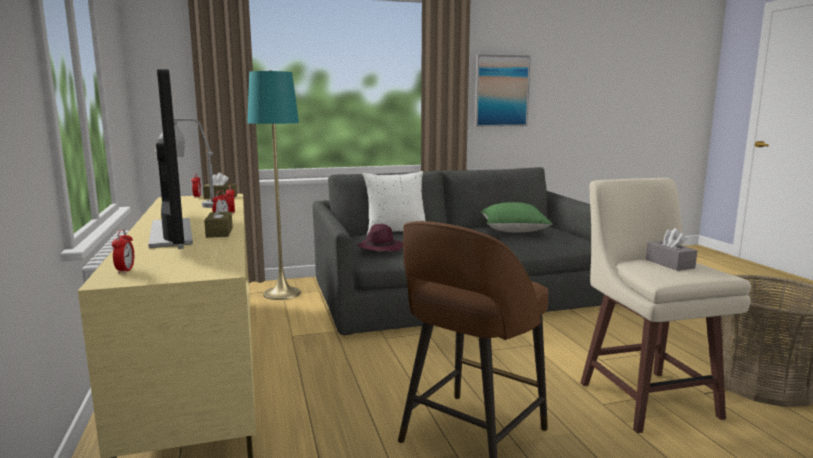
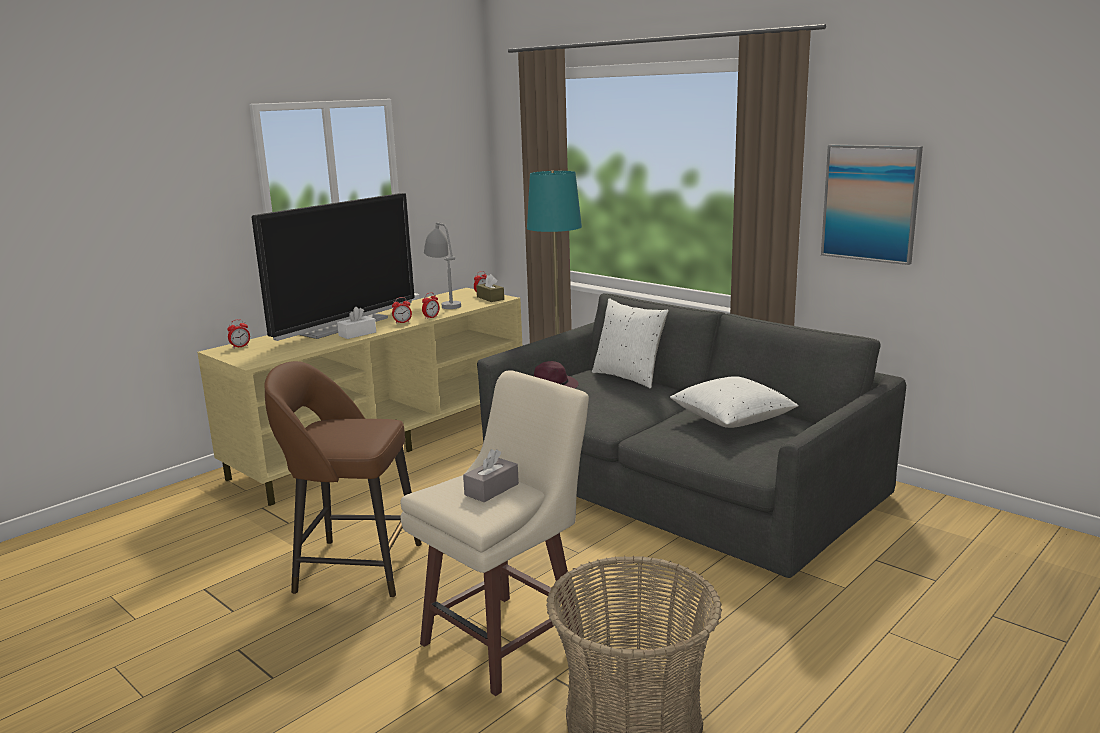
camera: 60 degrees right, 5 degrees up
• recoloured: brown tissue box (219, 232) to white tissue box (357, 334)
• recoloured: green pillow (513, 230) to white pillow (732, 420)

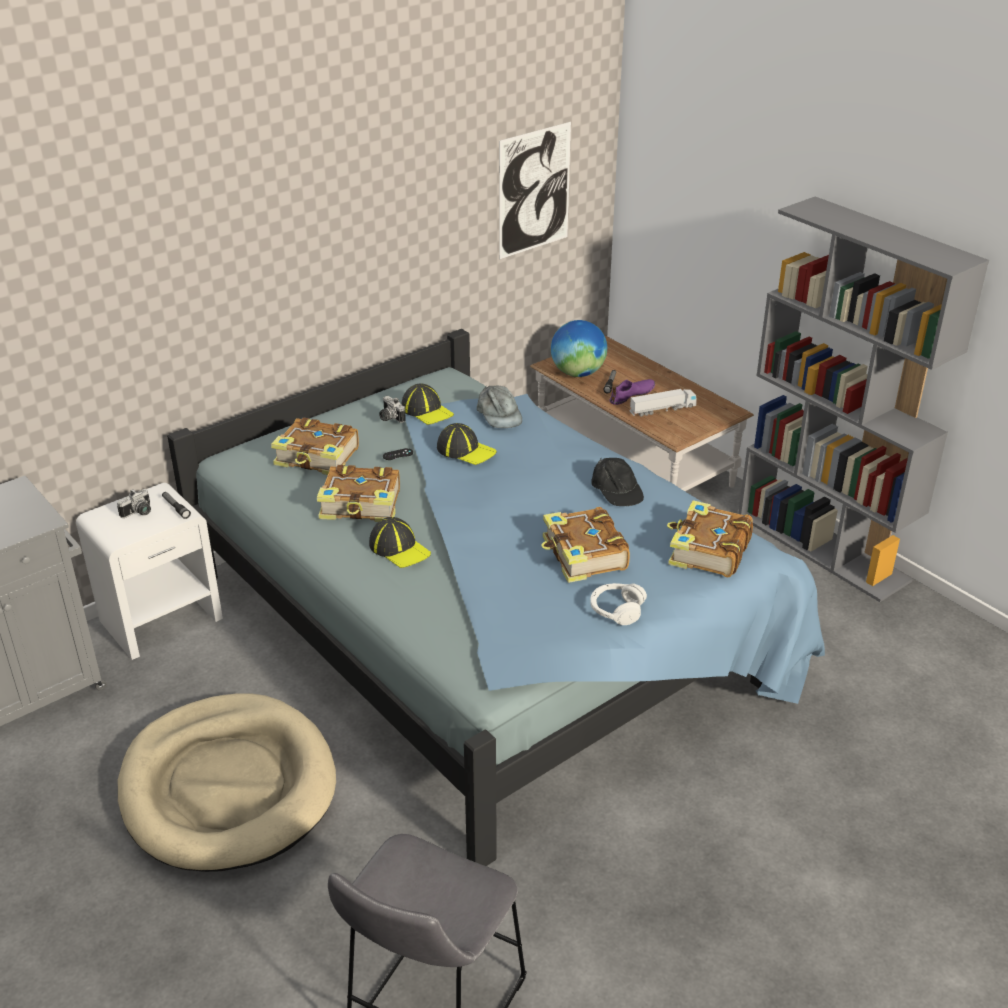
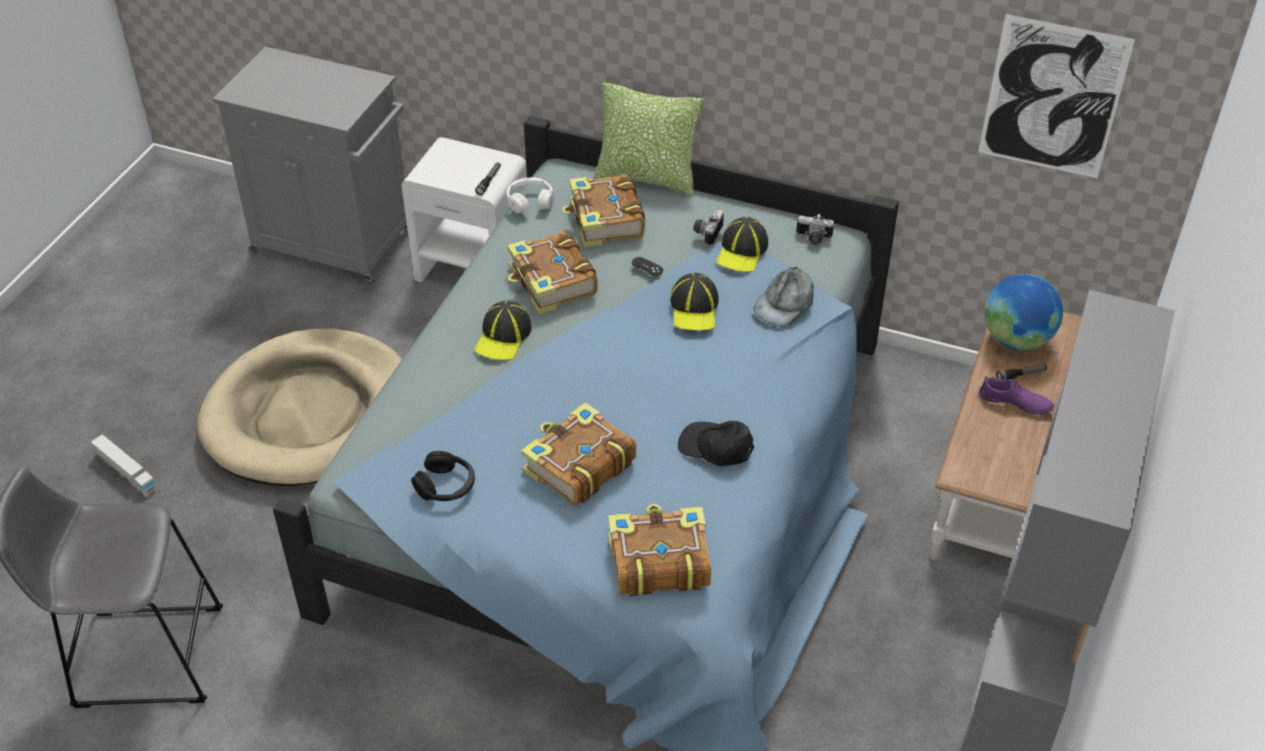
camera: 60 degrees right, 10 degrees up
• moved: toy truck (662, 409) to (126, 473)
• added: black headphones (446, 486)
• moved: white headphones (616, 610) to (530, 201)
• added: pillow (647, 177)
• turned: black cap (616, 489) = (716, 446) 75 degrees clockwise
• moved: photo camera (139, 513) to (813, 238)

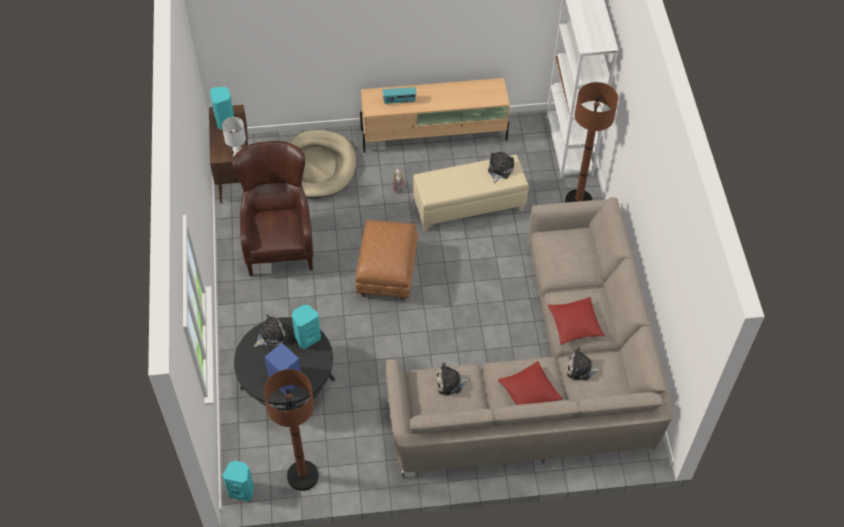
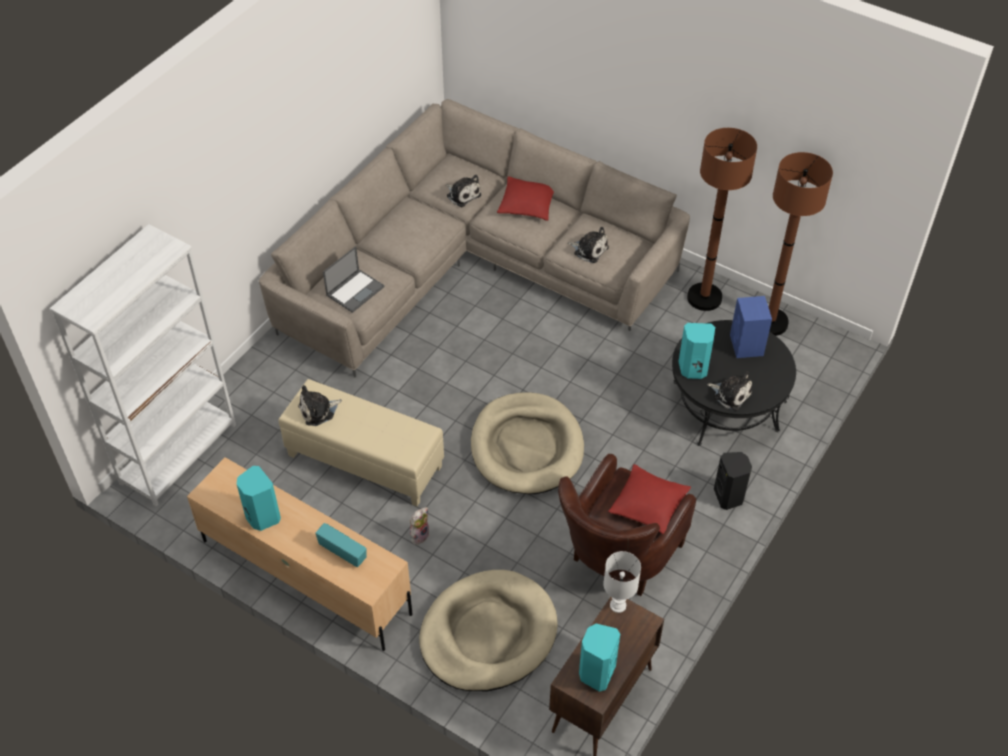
camera: 140 degrees left, 5 degrees down
• moved: turquoise speaker (242, 490) to (262, 517)
• added: laptop (355, 290)
• replaced: brown ottoman (387, 274) to beige dog bed (526, 447)
• moved: red pillow (575, 324) to (648, 505)
• moved: brown floor lamp (578, 201) to (704, 298)
• turned: plush toy (270, 335) = (730, 394) 150 degrees counterclockwise
• added: black speaker (729, 496)

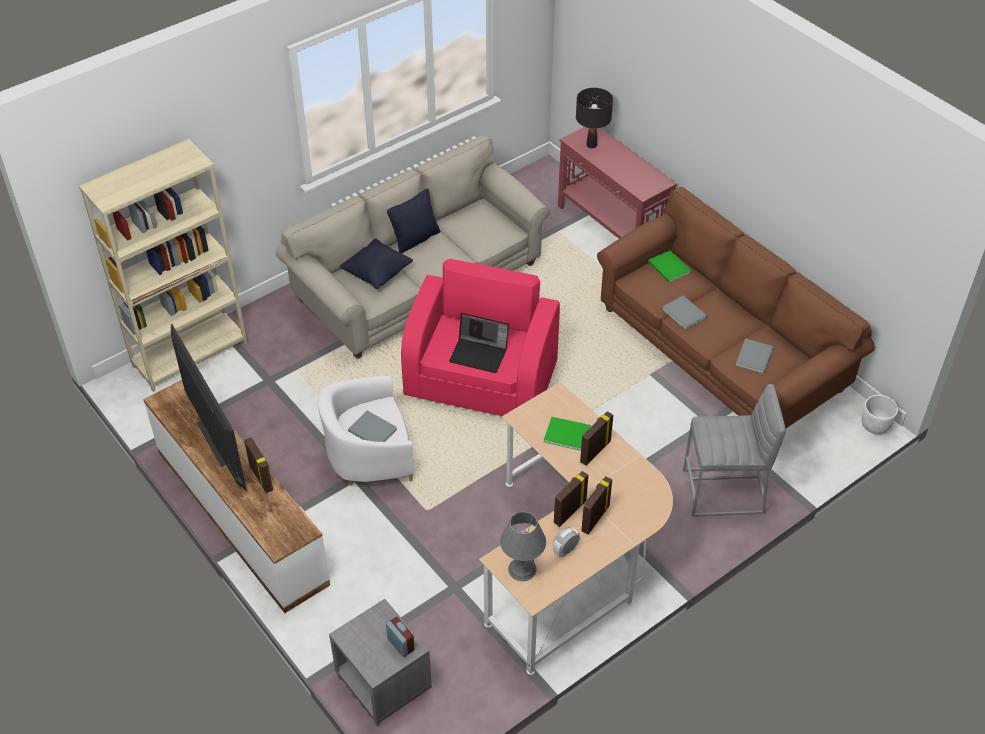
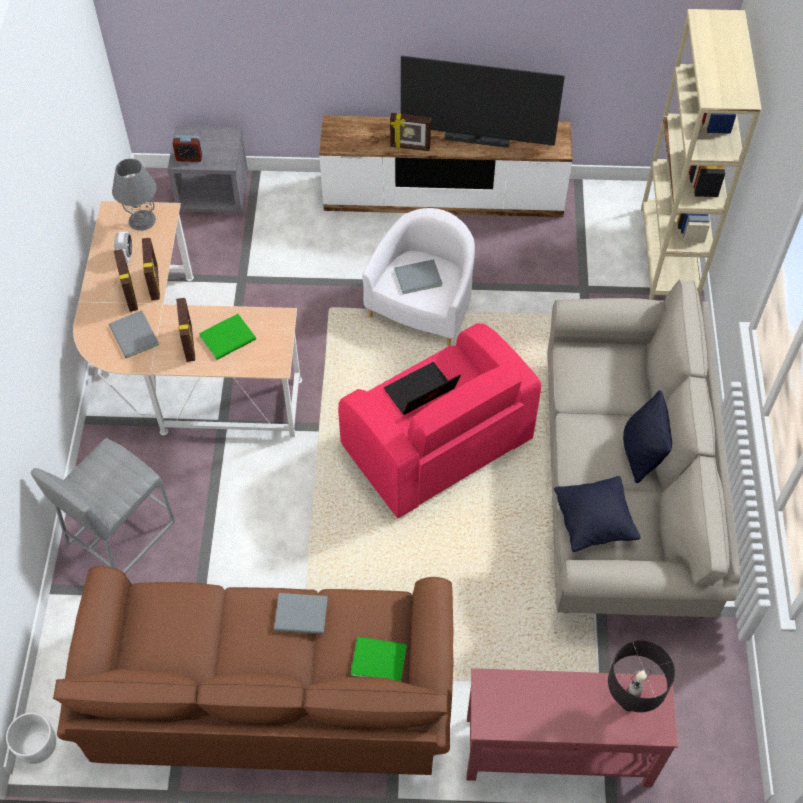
camera: 130 degrees right, 10 degrees up
• moved: grey book (755, 356) to (133, 337)
• moved: black pillow (377, 274) to (594, 522)

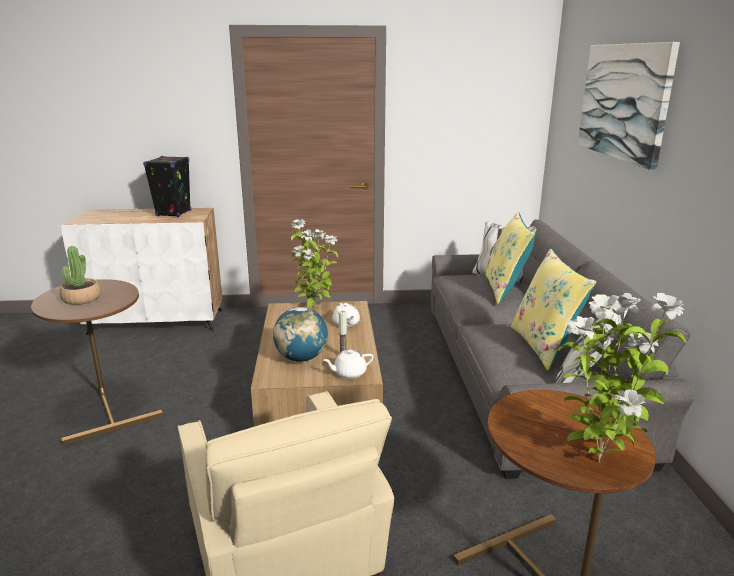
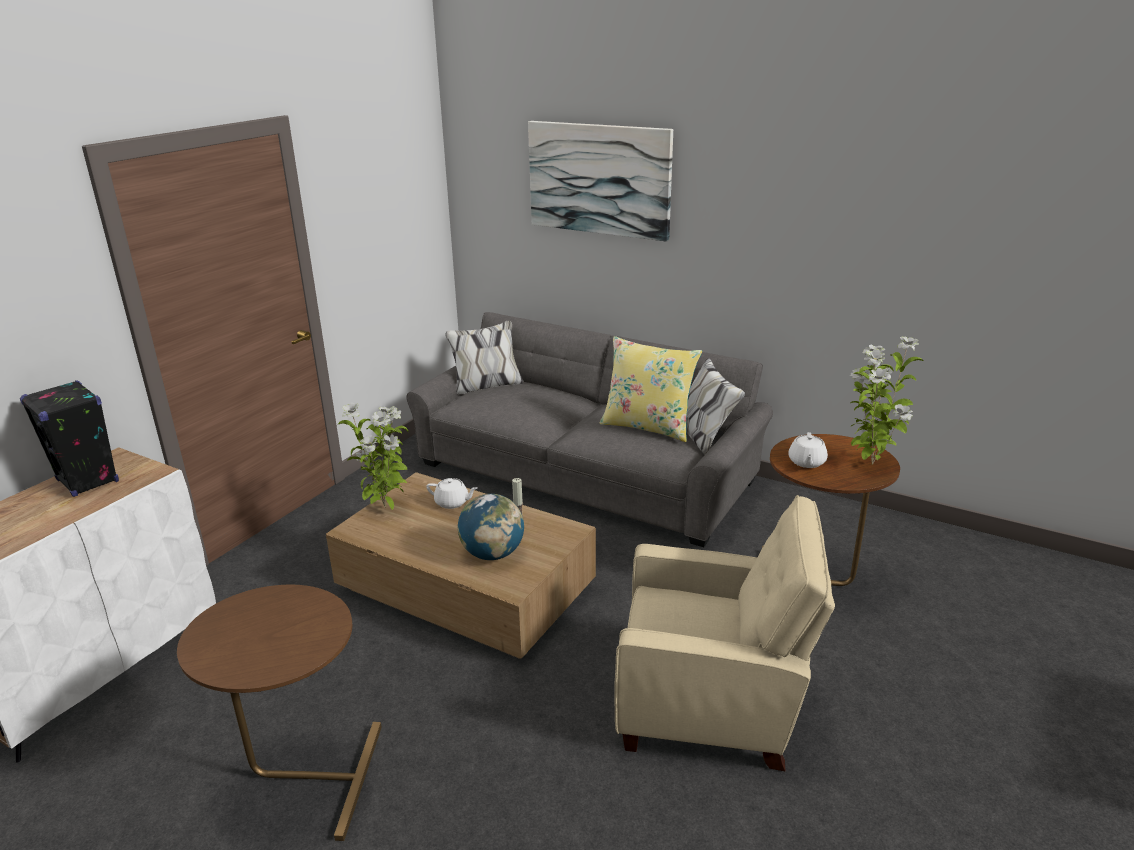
camera: 55 degrees left, 5 degrees up
• moved: white teapot (349, 373) to (806, 462)
• removed: potted plant (81, 299)
• removed: yellow pillow (505, 289)

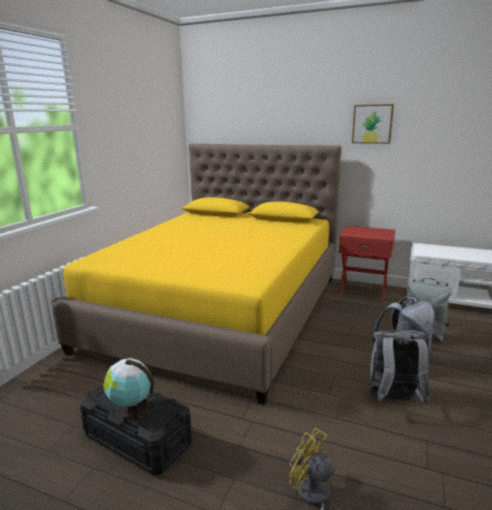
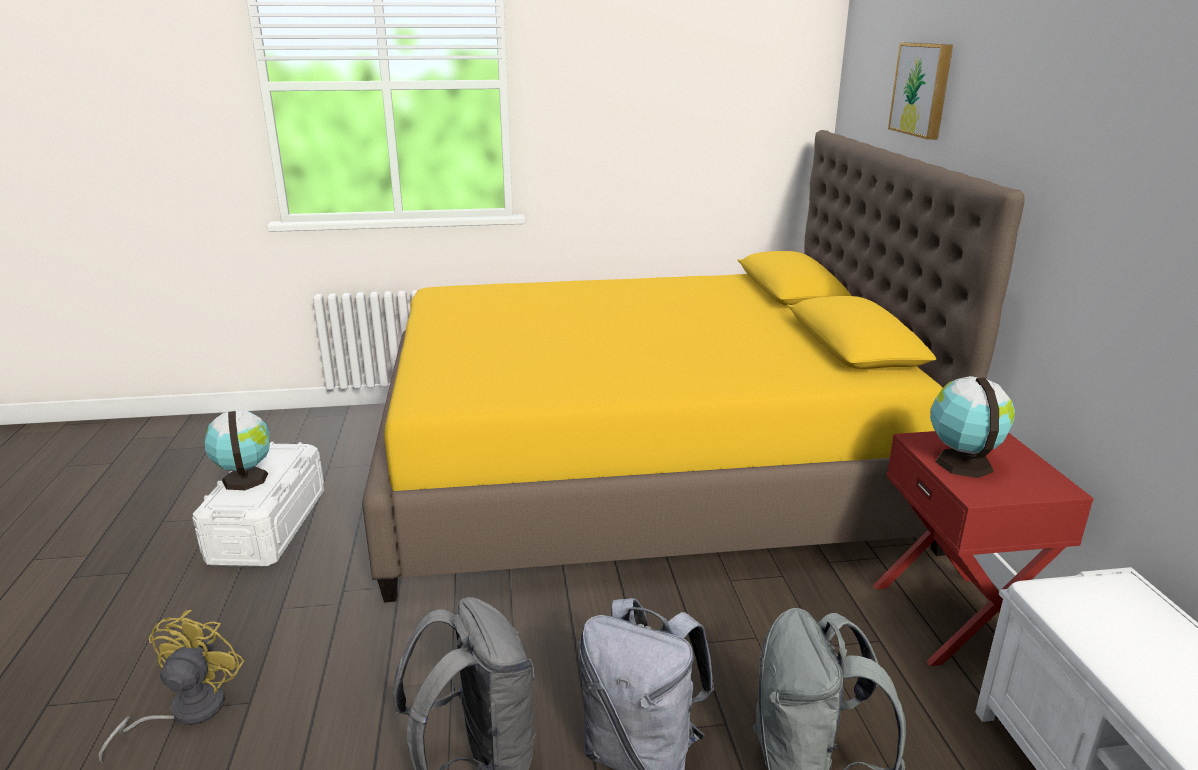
camera: 60 degrees right, 5 degrees up
• recoloured: black storage box (138, 439) to white storage box (268, 526)
• moved: picture (372, 124) to (923, 89)
• added: globe (962, 462)

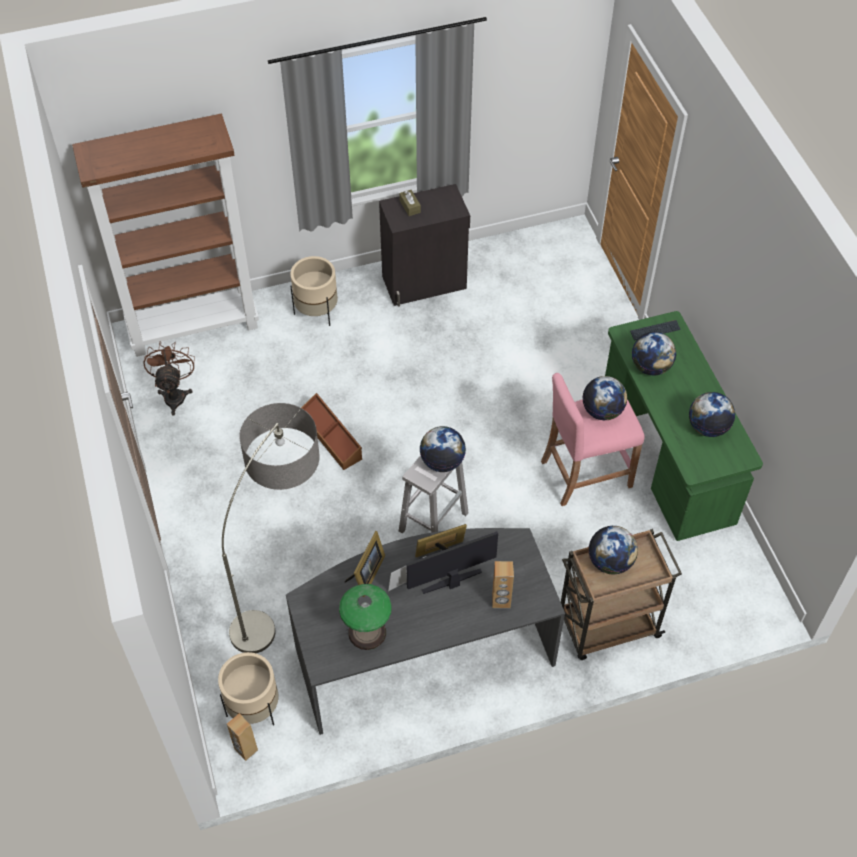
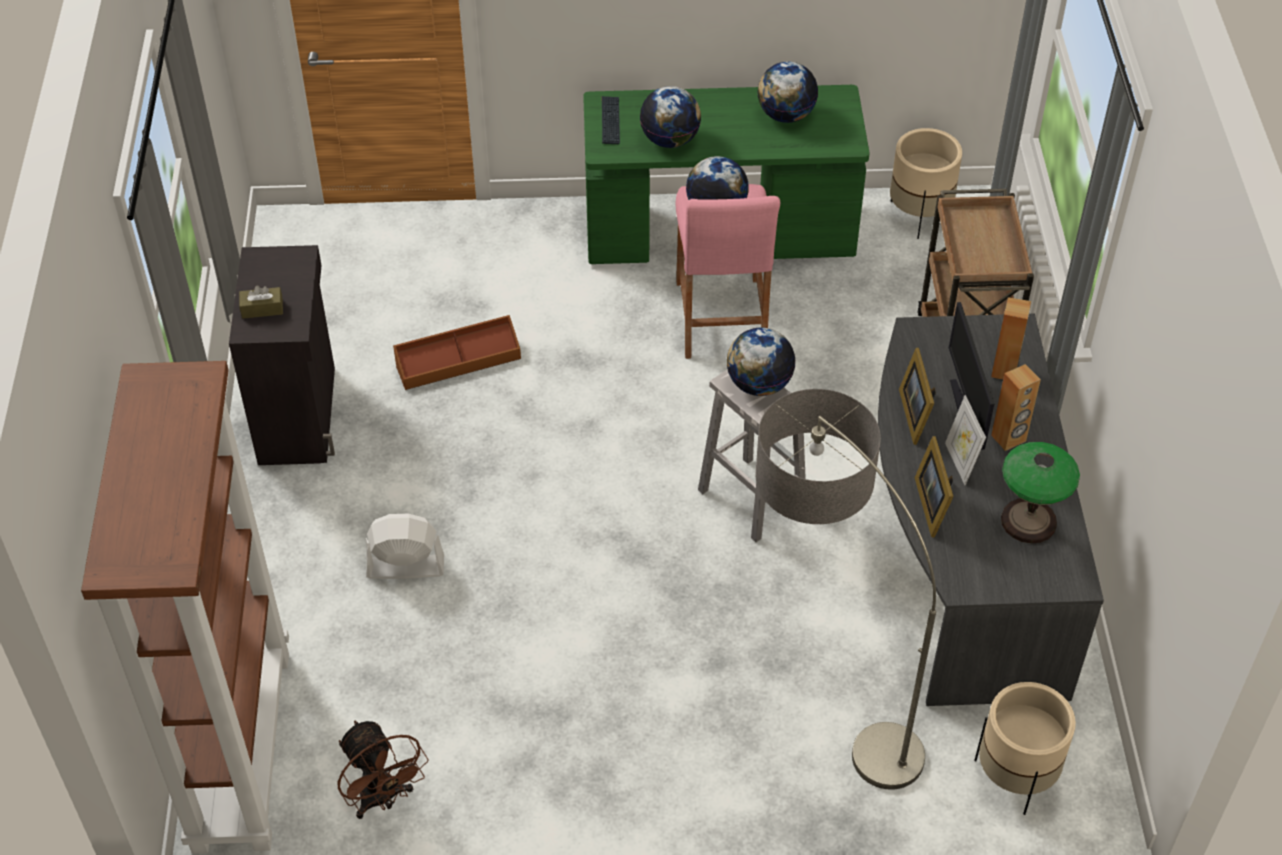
camera: 75 degrees left, 5 degrees down
• turned: brown fan (175, 394) = (383, 799) 135 degrees counterclockwise
• added: white fan (405, 567)
• moved: brown storage box (331, 436) to (458, 361)
• moved: beige planter (316, 312) to (919, 215)
• turned: picture frame (367, 575) = (933, 504) 135 degrees counterclockwise
• moved: brown speaker (245, 749) to (1008, 438)
• removed: globe (610, 562)

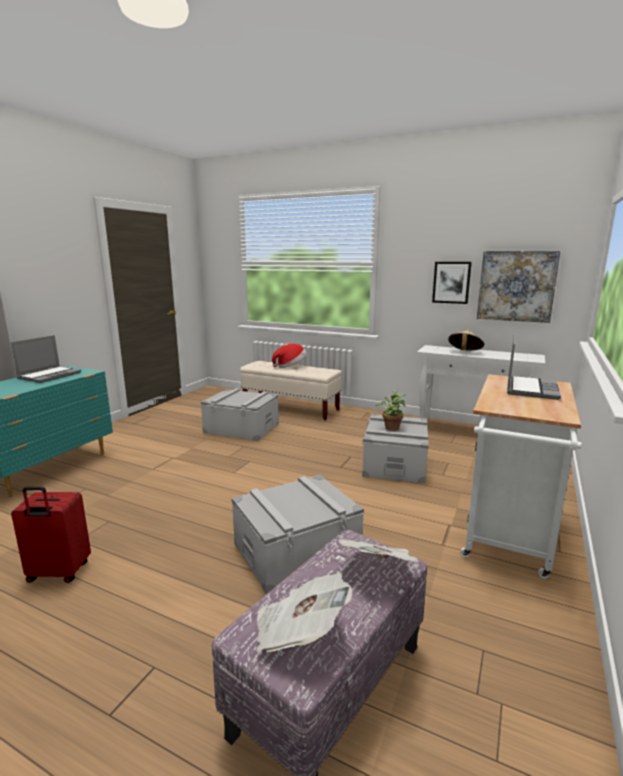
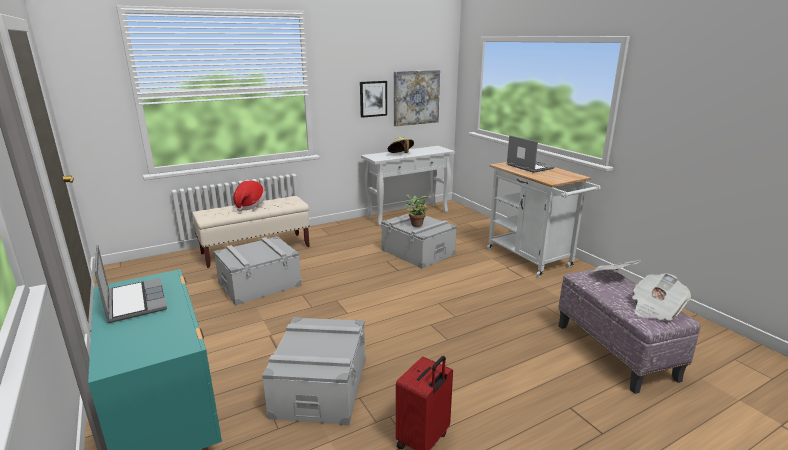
camera: 55 degrees left, 5 degrees up
• moved: grey storage box (296, 550) to (320, 387)

